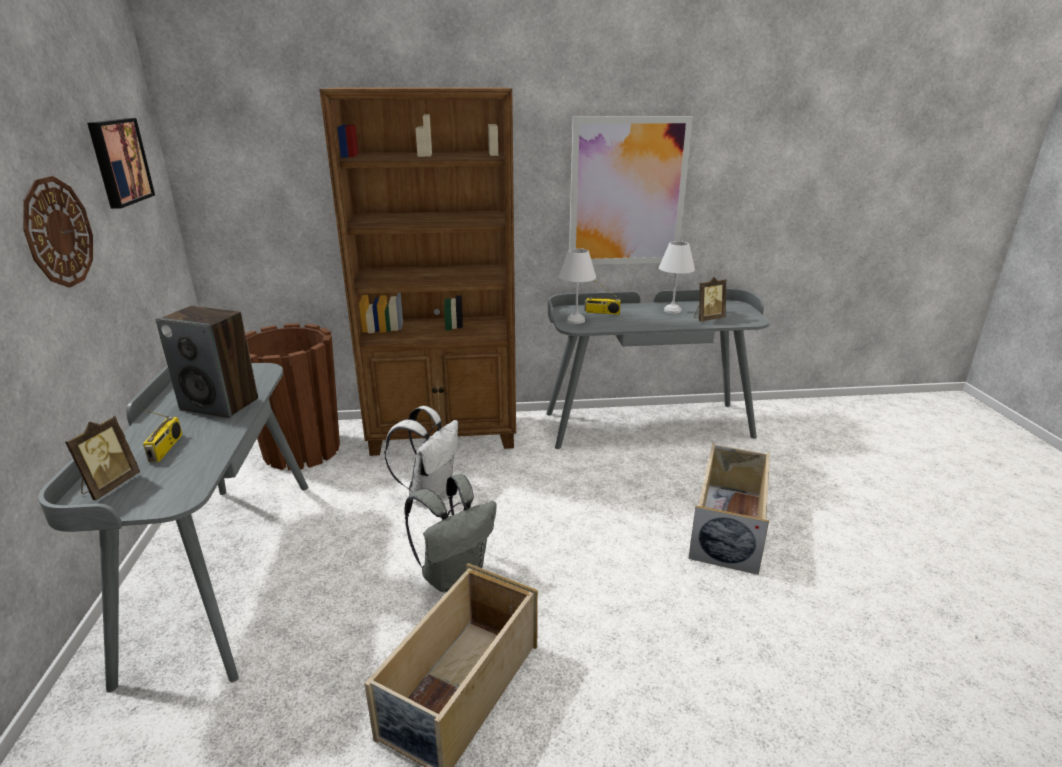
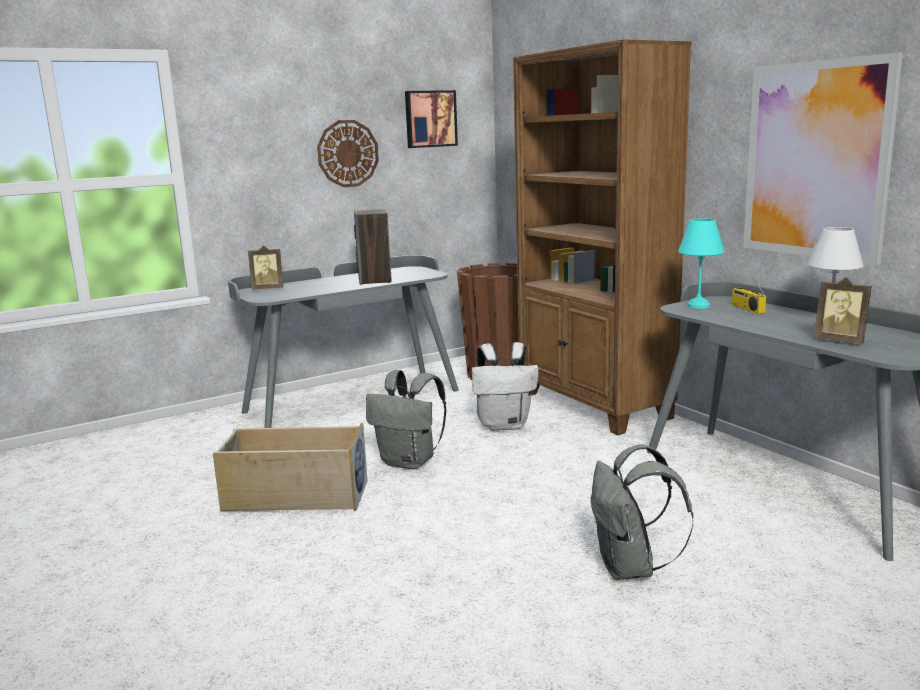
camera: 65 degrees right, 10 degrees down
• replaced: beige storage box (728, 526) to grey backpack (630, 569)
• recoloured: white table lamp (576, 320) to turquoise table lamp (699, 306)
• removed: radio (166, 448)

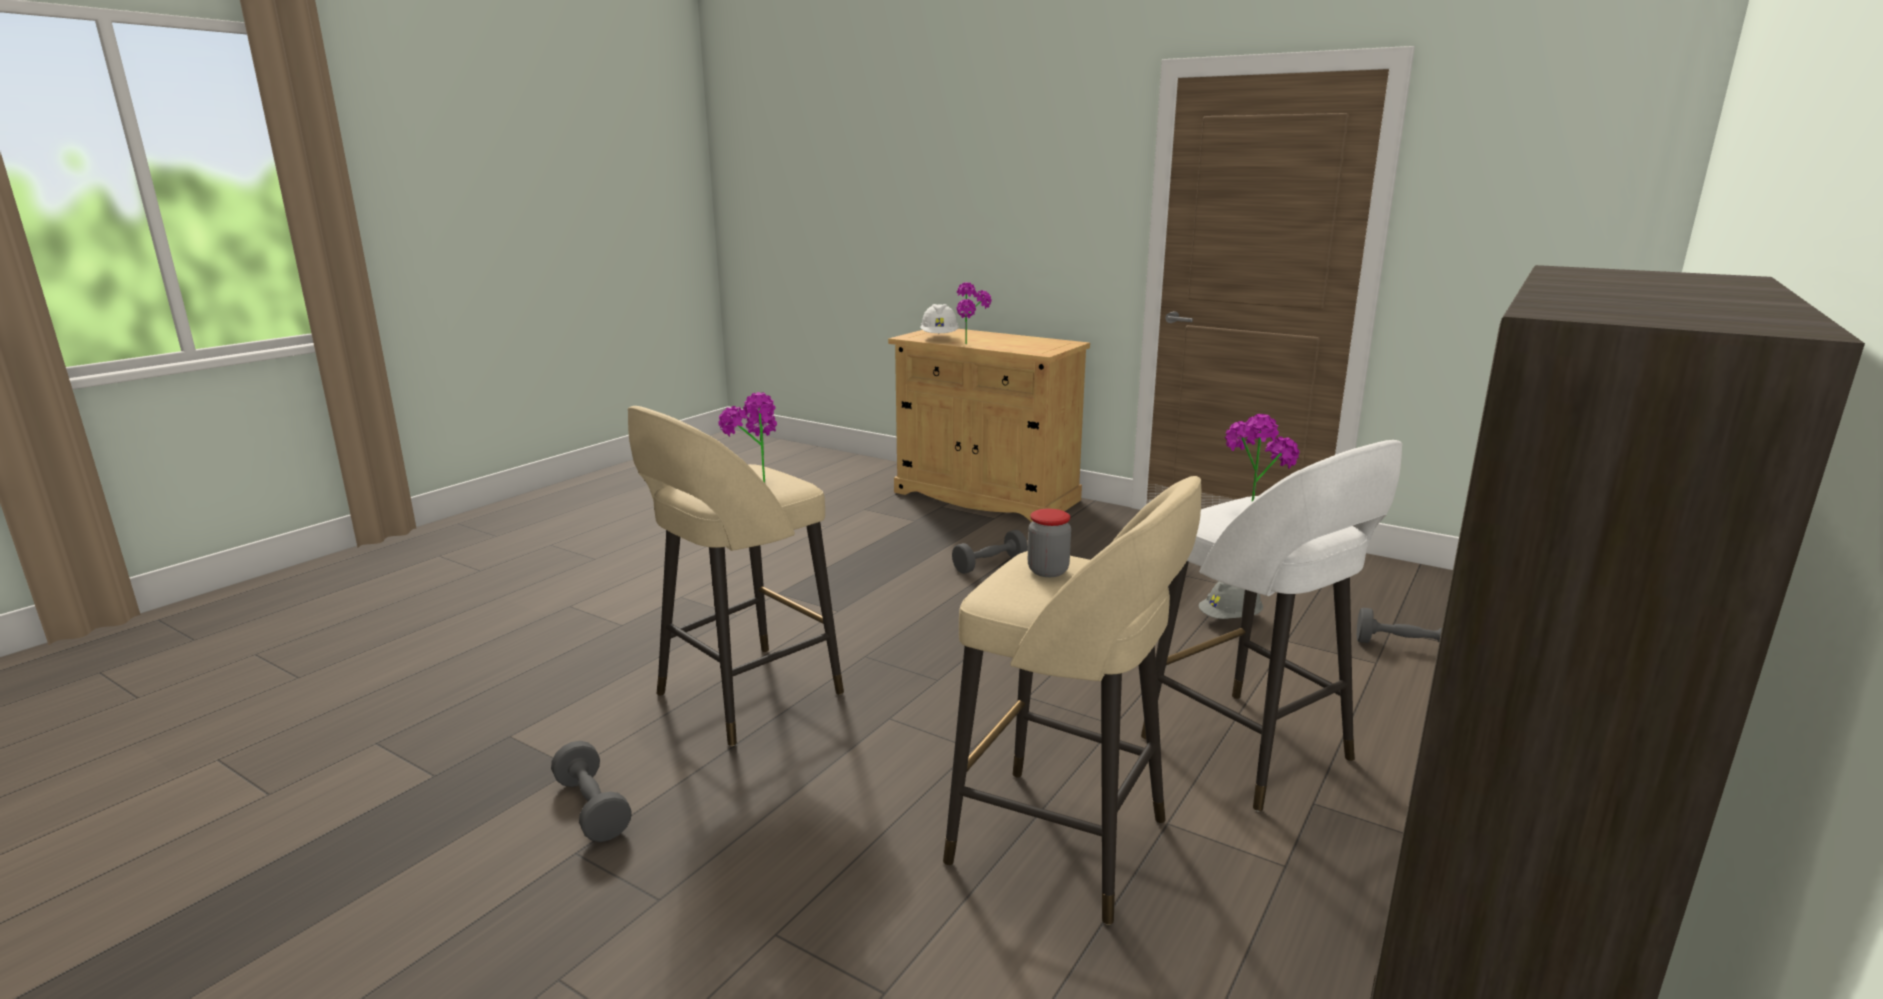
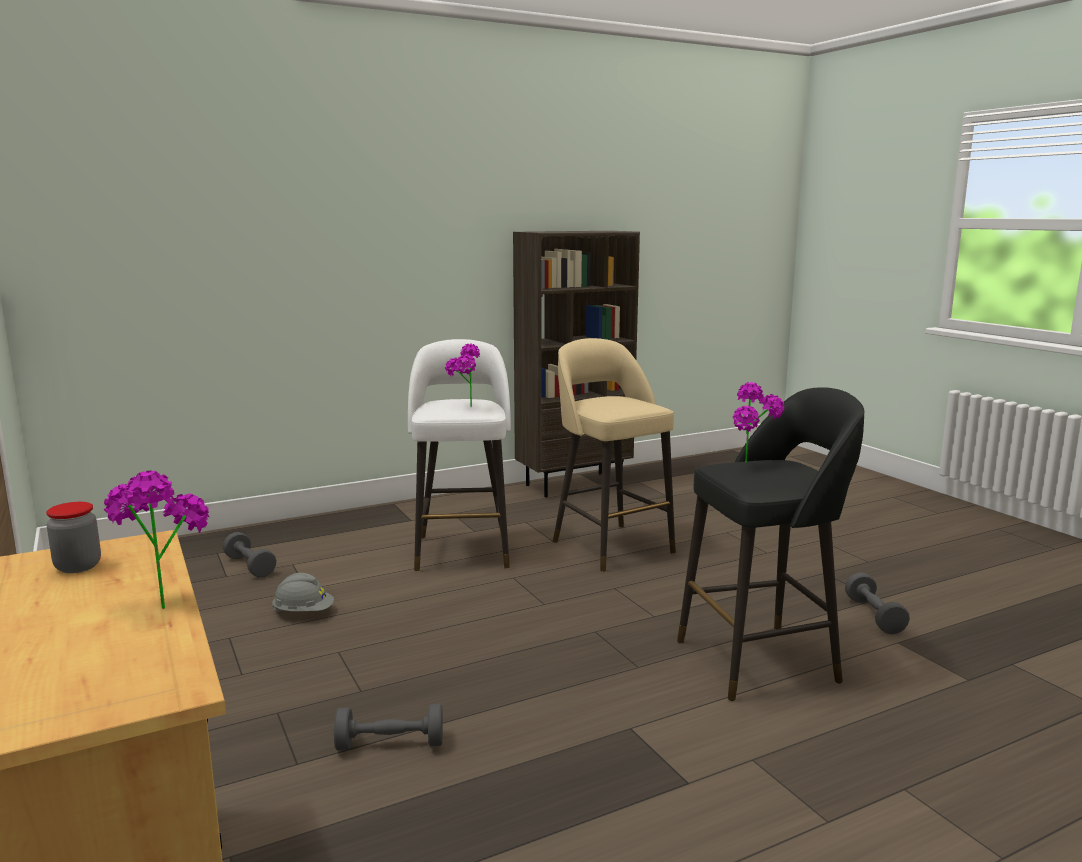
camera: 150 degrees left, 5 degrees down
• moved: jar (1048, 571) to (78, 566)
• recoloured: beige stool (744, 695) to black stool (761, 660)
• removed: white hard hat (939, 338)

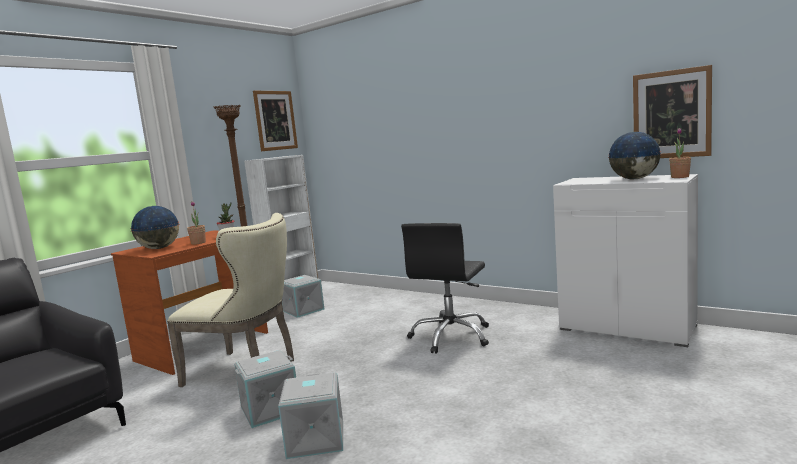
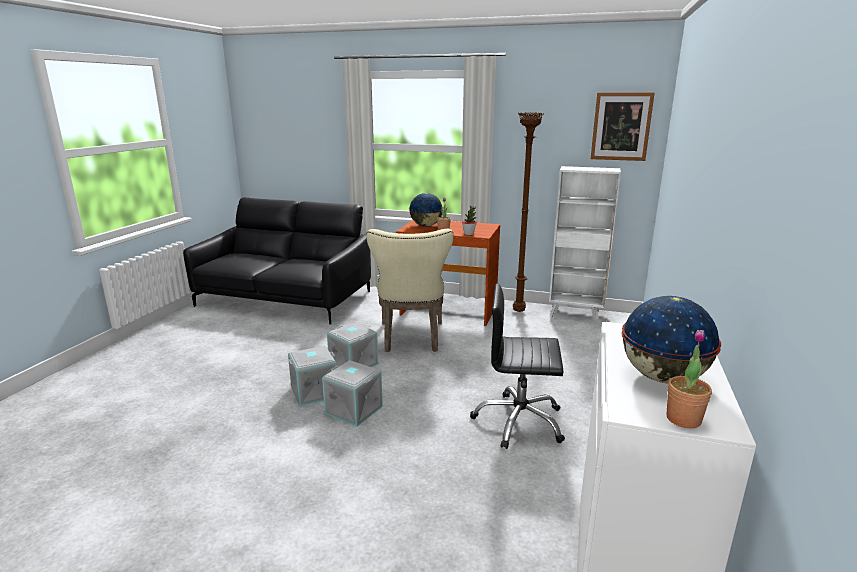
camera: 70 degrees right, 10 degrees up
• moved: grey storage box (303, 310) to (355, 409)
• removed: picture (671, 114)

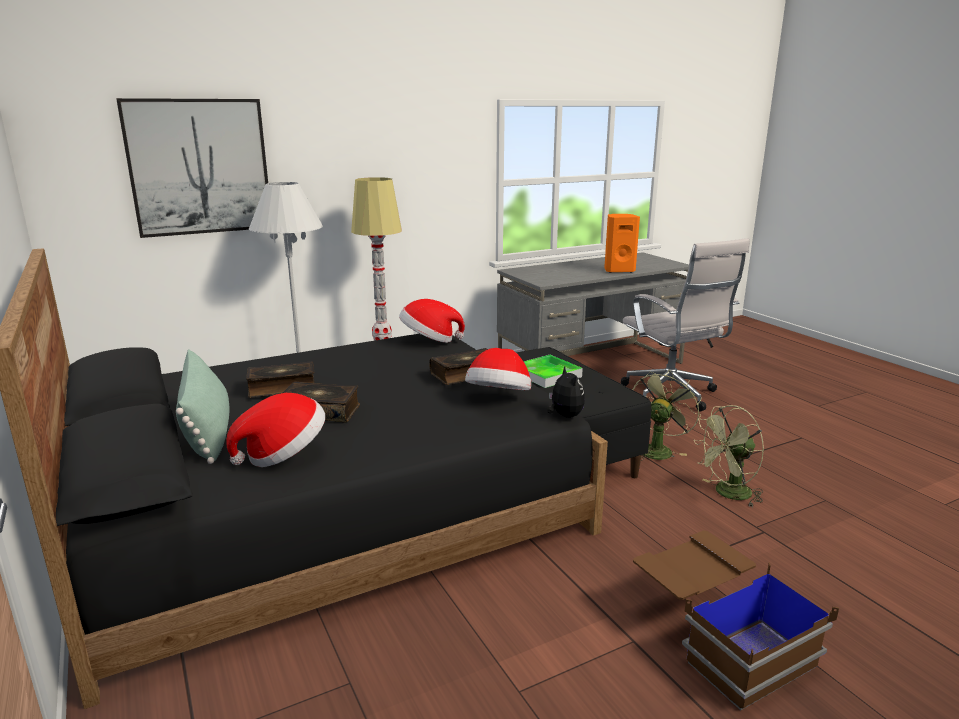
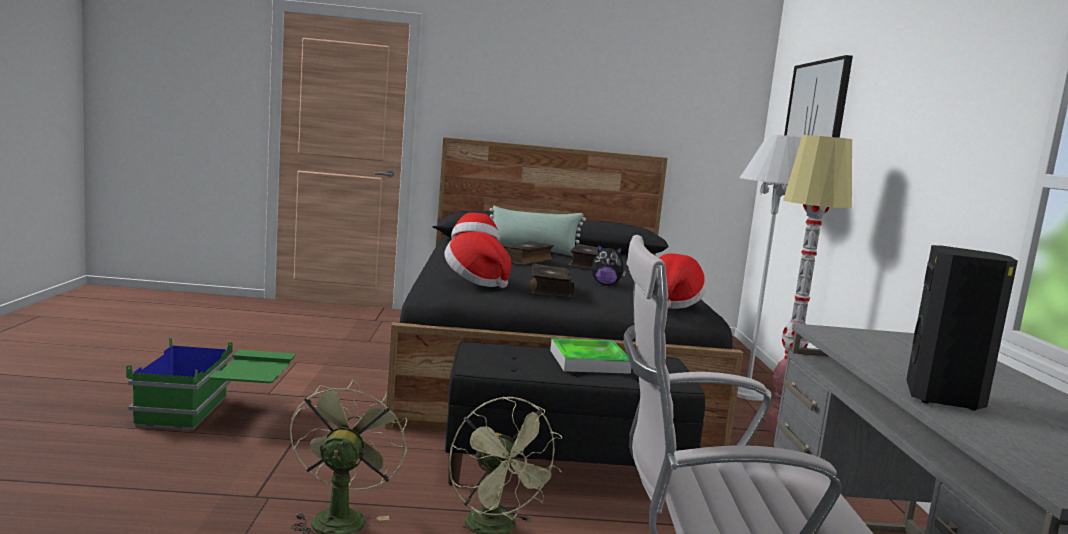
camera: 115 degrees right, 10 degrees down
• recoloured: brown storage box (718, 638) to green storage box (216, 414)
• moved: plush toy (564, 416) to (606, 284)
• recoloured: orange speaker (618, 270) to black speaker (945, 398)

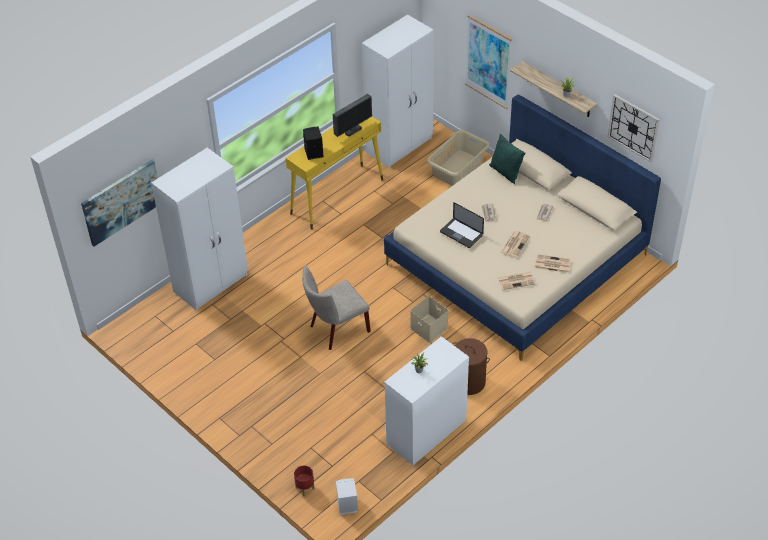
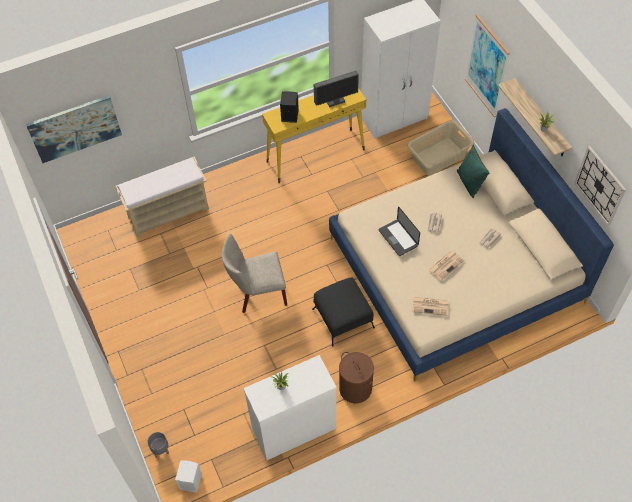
camera: 20 degrees right, 10 degrees up
• replaced: white wardrobe (212, 283) to beige bench (169, 212)
• recoloured: red planter (304, 488) to grey planter (160, 450)
• replaced: beige storage box (430, 328) to black ottoman (343, 319)
• removed: newspaper (552, 264)

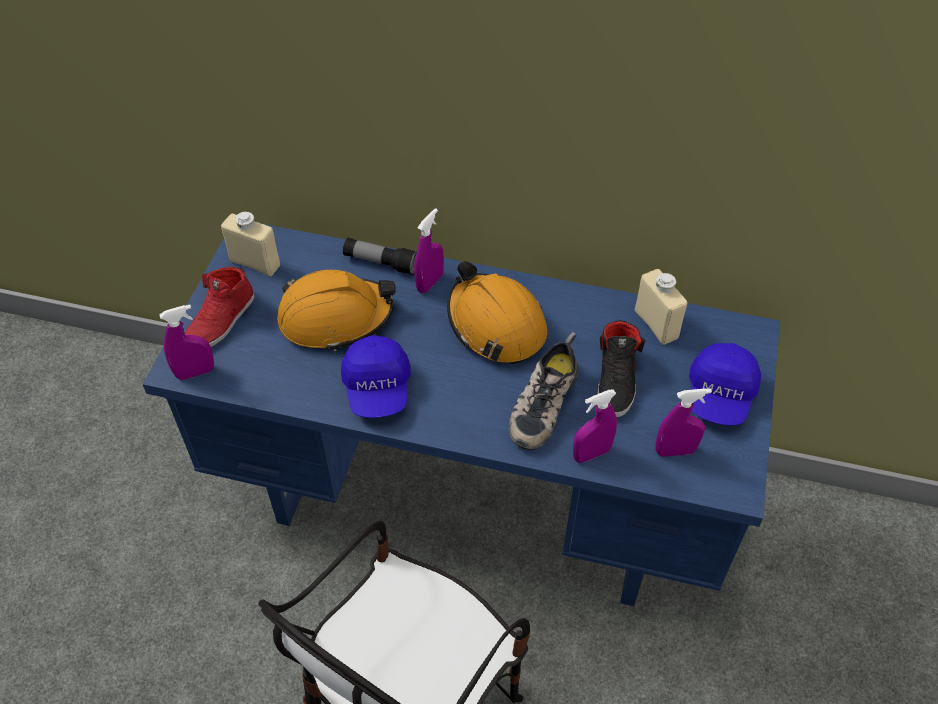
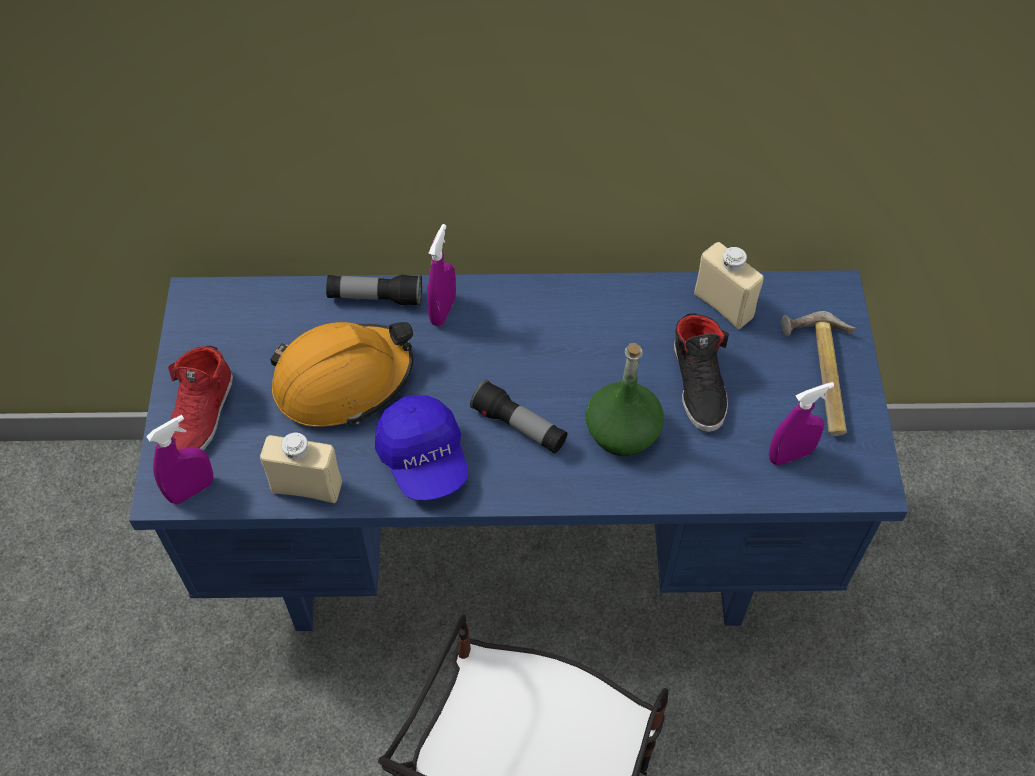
camera: 15 degrees left, 5 degrees up
• moved: beige bottle (255, 263) to (307, 487)
• added: flashlight (519, 426)
• replaced: shoe (542, 402) to green bottle (623, 431)
• replaced: blue cap (720, 395) to hammer (820, 377)
• removed: orange hard hat (496, 324)
• removed: purple spray bottle (591, 454)

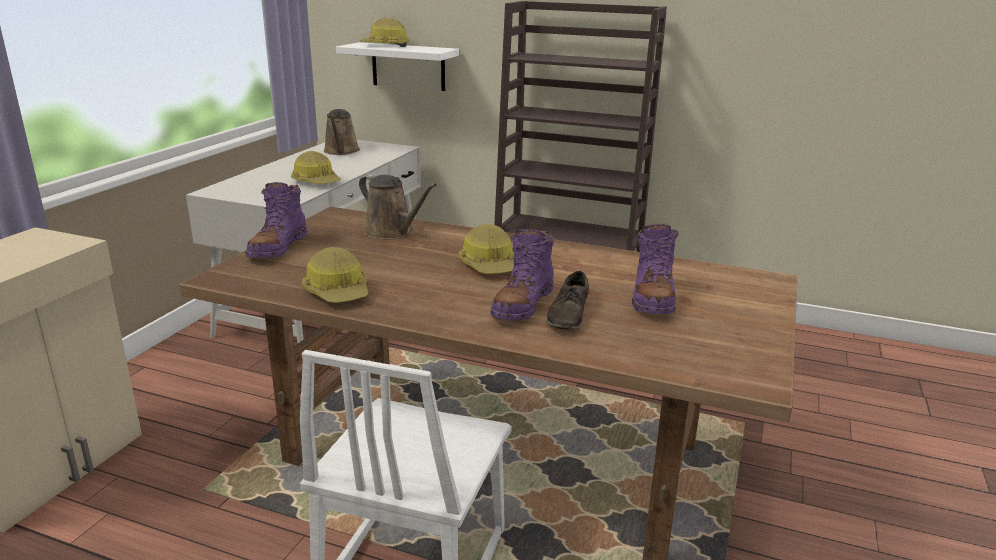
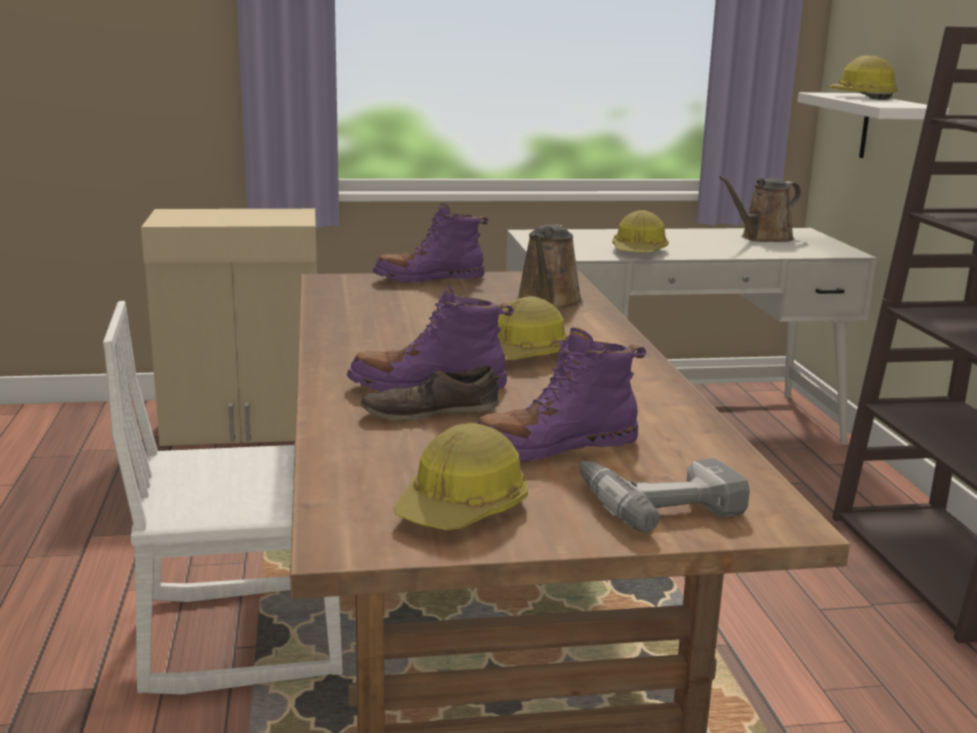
camera: 60 degrees right, 5 degrees down
• moved: hard hat (338, 292) to (463, 508)
• added: power drill (657, 501)

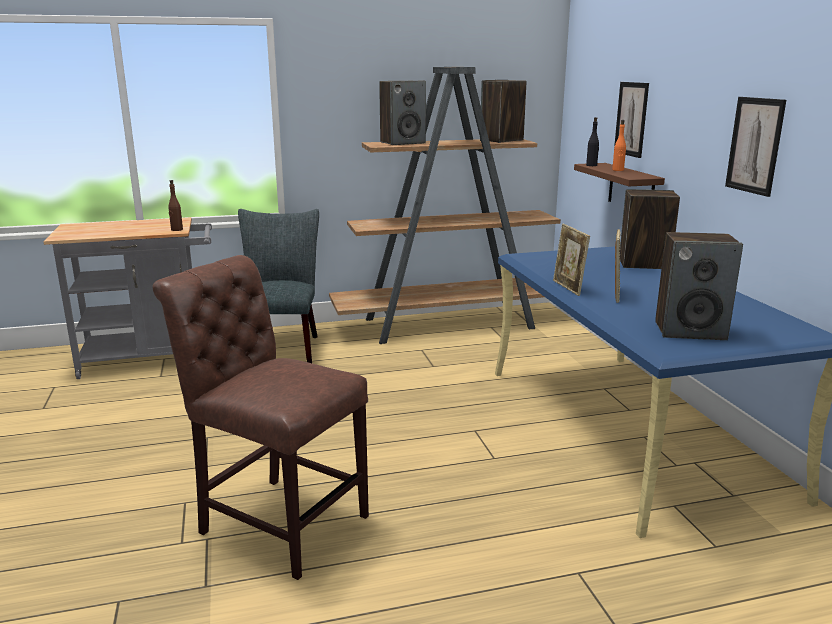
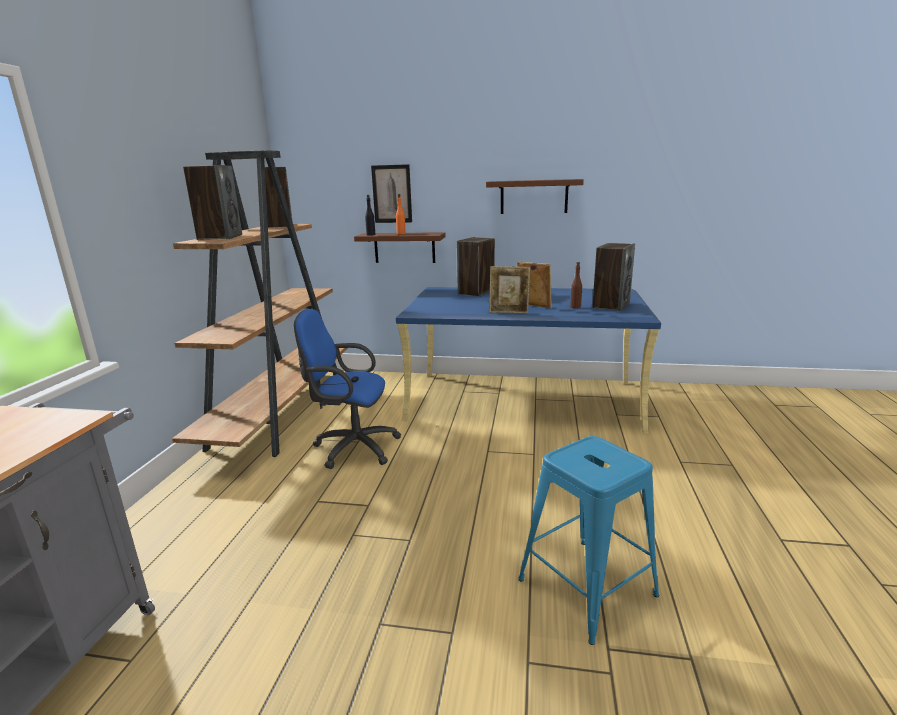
camera: 65 degrees left, 0 degrees up
• added: blue office chair (352, 447)
• replaced: picture (755, 145) to brown shelf (534, 196)
• replaced: brown chair (278, 520) to blue stool (587, 587)
• moved: brown bottle (176, 229) to (575, 307)
• removed: grey chair (282, 348)

